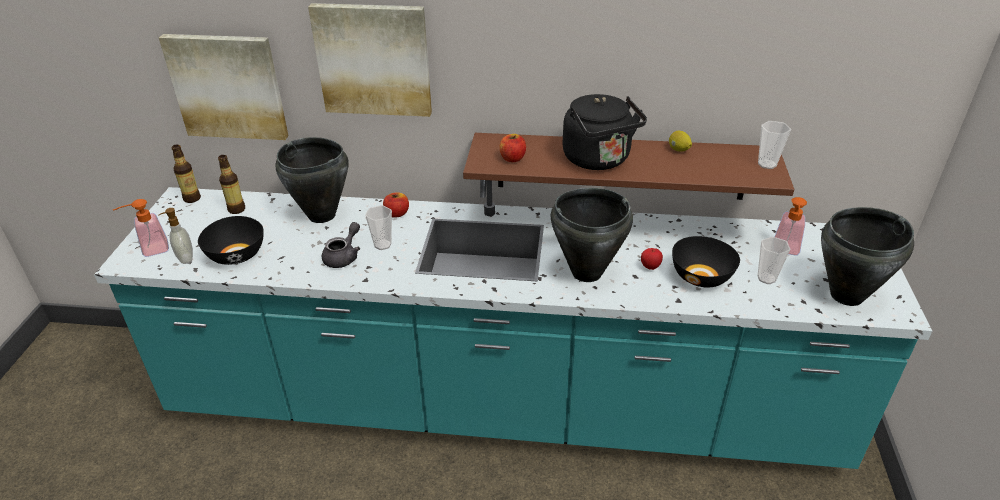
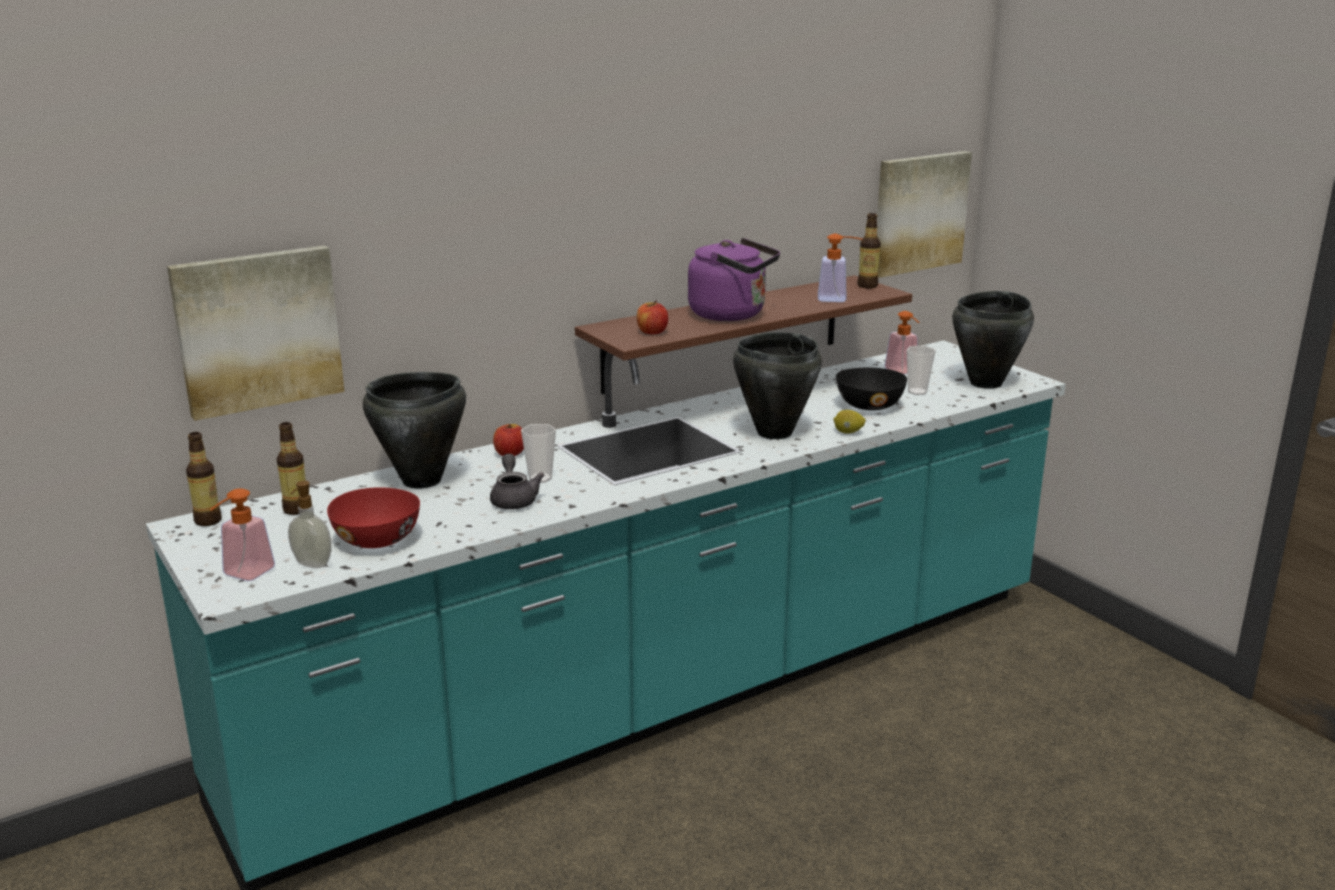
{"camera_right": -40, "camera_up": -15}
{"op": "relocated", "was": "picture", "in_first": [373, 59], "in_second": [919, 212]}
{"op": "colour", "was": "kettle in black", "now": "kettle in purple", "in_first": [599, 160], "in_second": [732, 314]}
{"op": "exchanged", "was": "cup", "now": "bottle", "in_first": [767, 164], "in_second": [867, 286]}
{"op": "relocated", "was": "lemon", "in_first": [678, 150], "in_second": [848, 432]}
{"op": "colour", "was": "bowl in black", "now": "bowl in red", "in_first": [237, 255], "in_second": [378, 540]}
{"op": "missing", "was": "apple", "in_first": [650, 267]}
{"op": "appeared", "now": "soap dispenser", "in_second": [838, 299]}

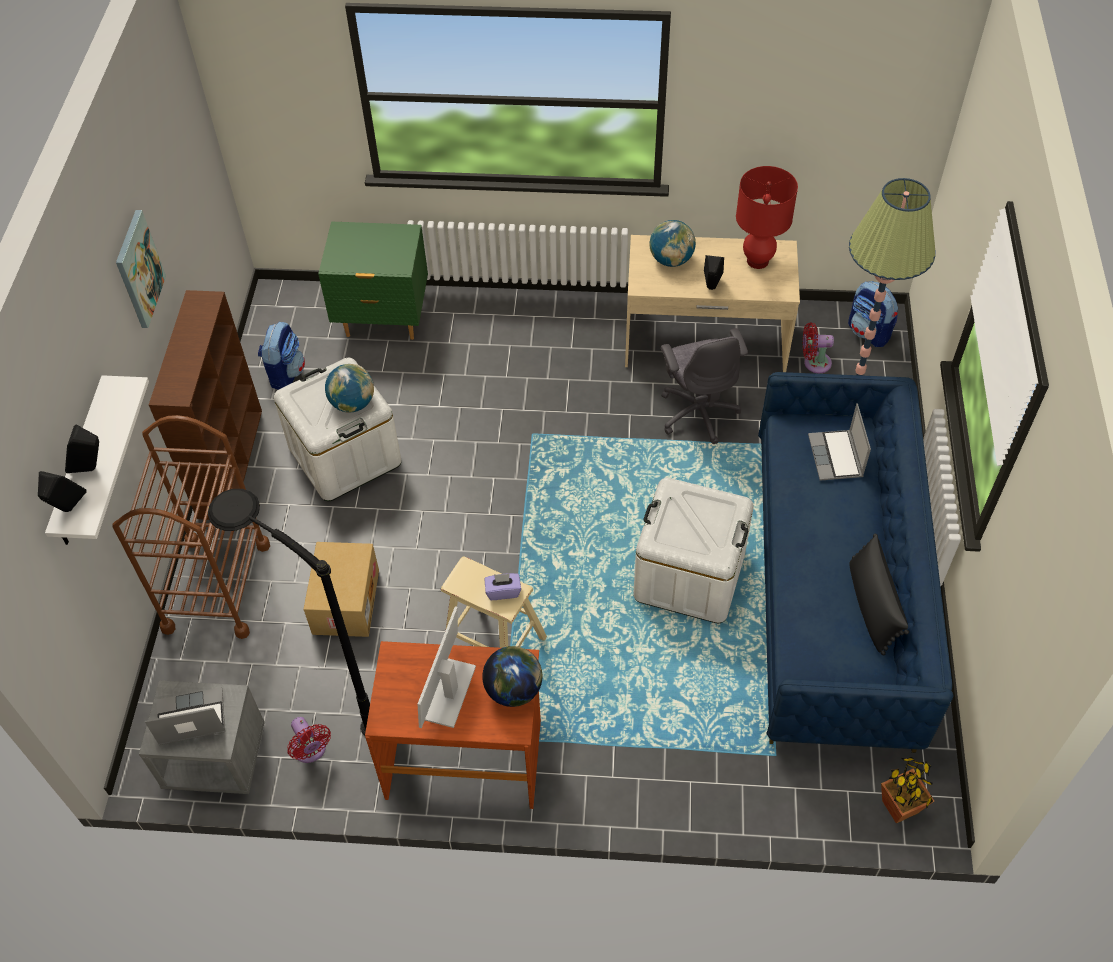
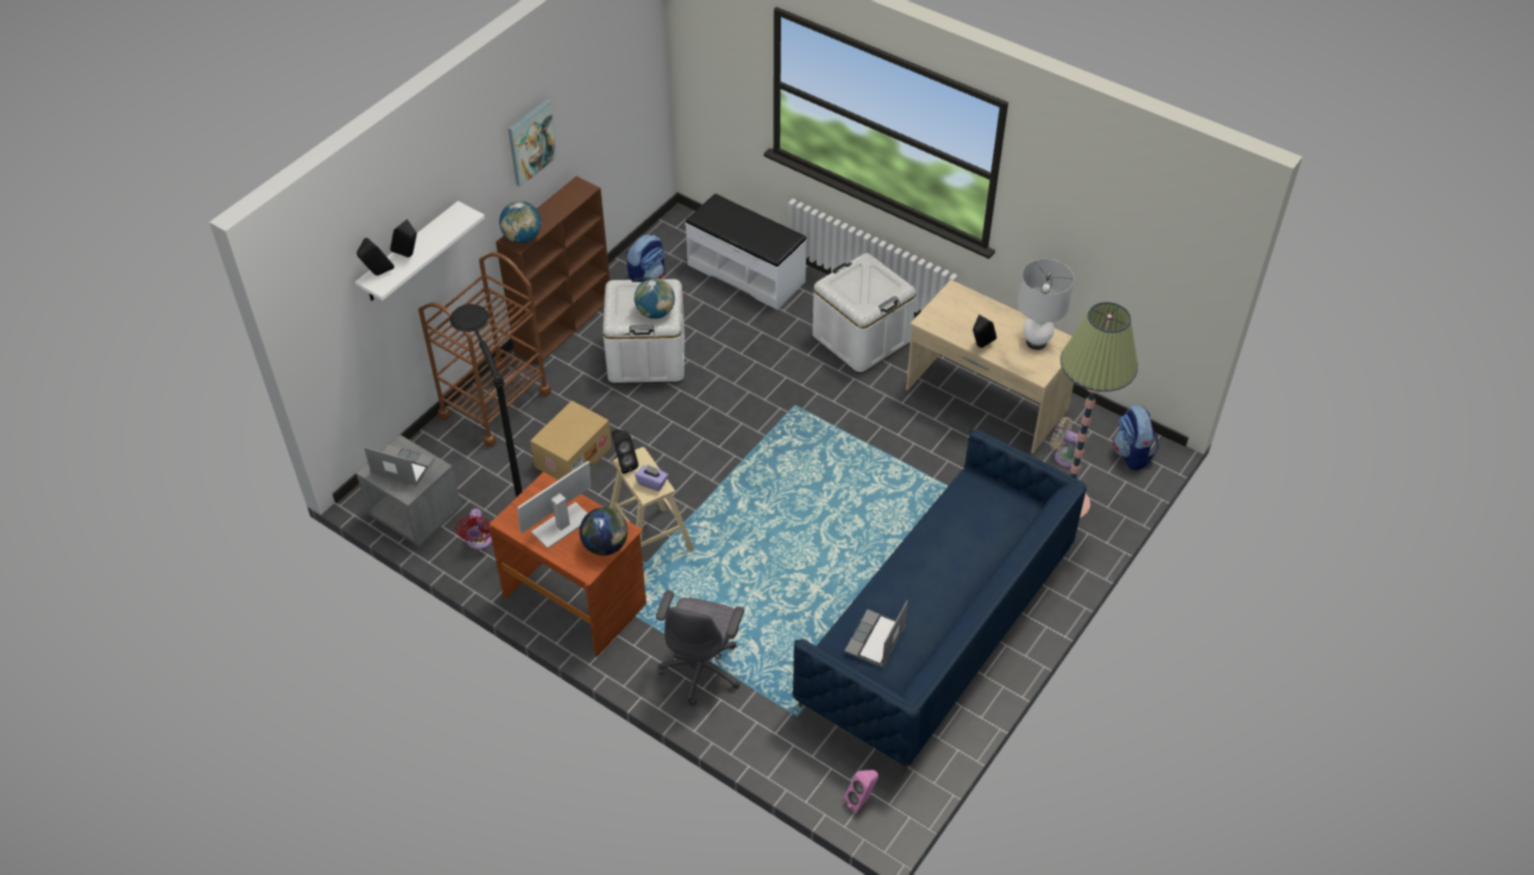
{"camera_right": 30, "camera_up": -5}
{"op": "colour", "was": "table lamp in red", "now": "table lamp in white", "in_first": [757, 261], "in_second": [1036, 342]}
{"op": "relocated", "was": "globe", "in_first": [671, 260], "in_second": [522, 237]}
{"op": "exchanged", "was": "nightstand in green", "now": "bench in white", "in_first": [383, 320], "in_second": [746, 273]}
{"op": "colour", "was": "fan in red", "now": "fan in beige", "in_first": [814, 362], "in_second": [1064, 456]}
{"op": "relocated", "was": "office chair in grey", "in_first": [698, 412], "in_second": [702, 668]}
{"op": "relocated", "was": "laptop", "in_first": [836, 457], "in_second": [875, 640]}
{"op": "relocated", "was": "storage box in white", "in_first": [689, 575], "in_second": [861, 338]}
{"op": "missing", "was": "pillow in black", "in_first": [872, 605]}
{"op": "exchanged", "was": "potted plant", "now": "speaker in pink", "in_first": [900, 807], "in_second": [861, 800]}
{"op": "appeared", "now": "speaker in black", "in_second": [624, 464]}

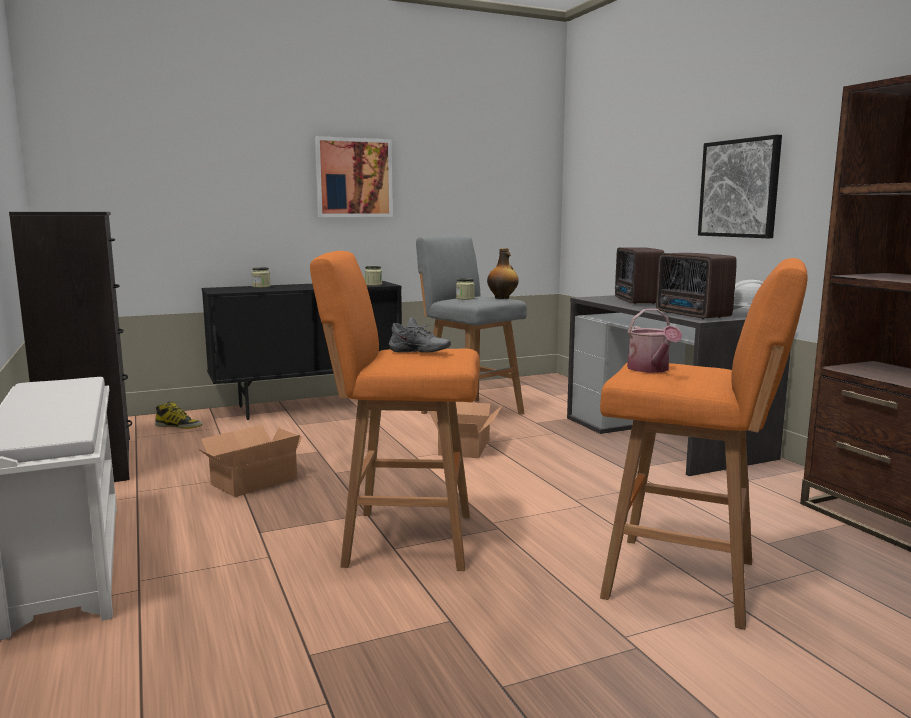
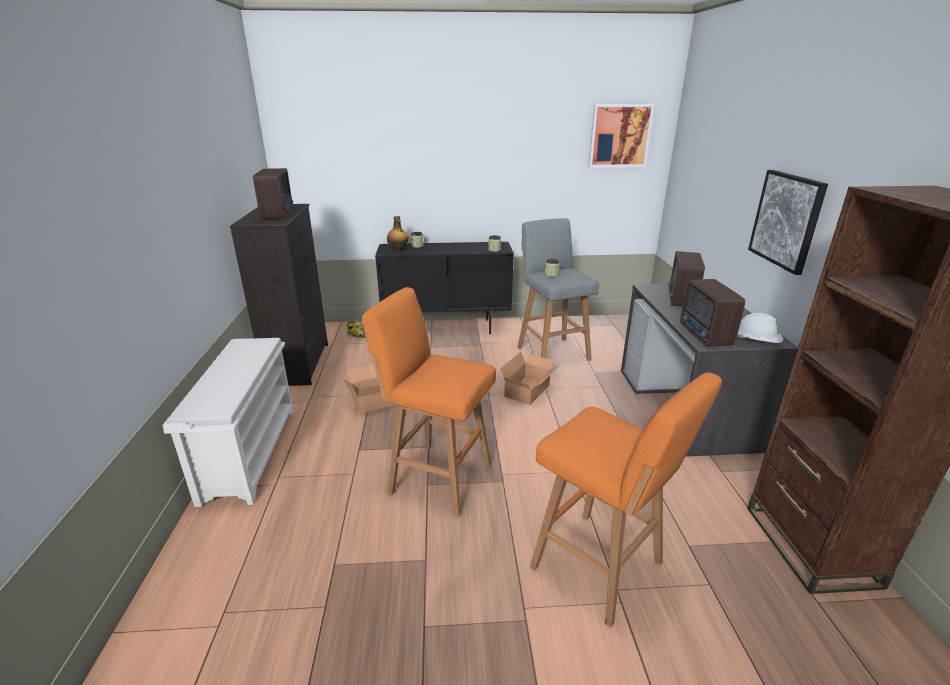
{"camera_right": 20, "camera_up": 15}
{"op": "relocated", "was": "picture", "in_first": [354, 178], "in_second": [619, 136]}
{"op": "relocated", "was": "bottle", "in_first": [502, 298], "in_second": [398, 250]}
{"op": "missing", "was": "watering can", "in_first": [650, 369]}
{"op": "missing", "was": "shoe in grey", "in_first": [418, 353]}
{"op": "appeared", "now": "radio", "in_second": [278, 214]}

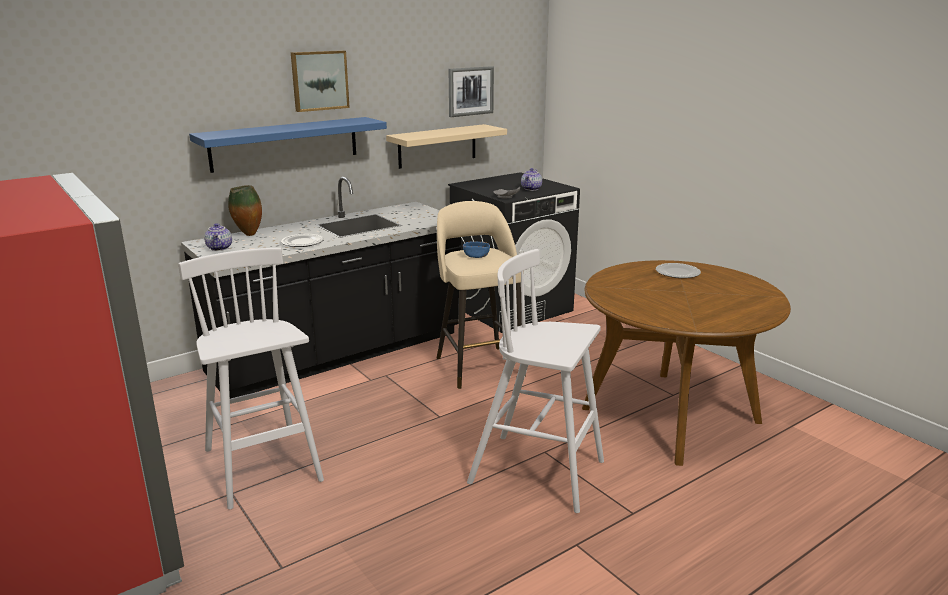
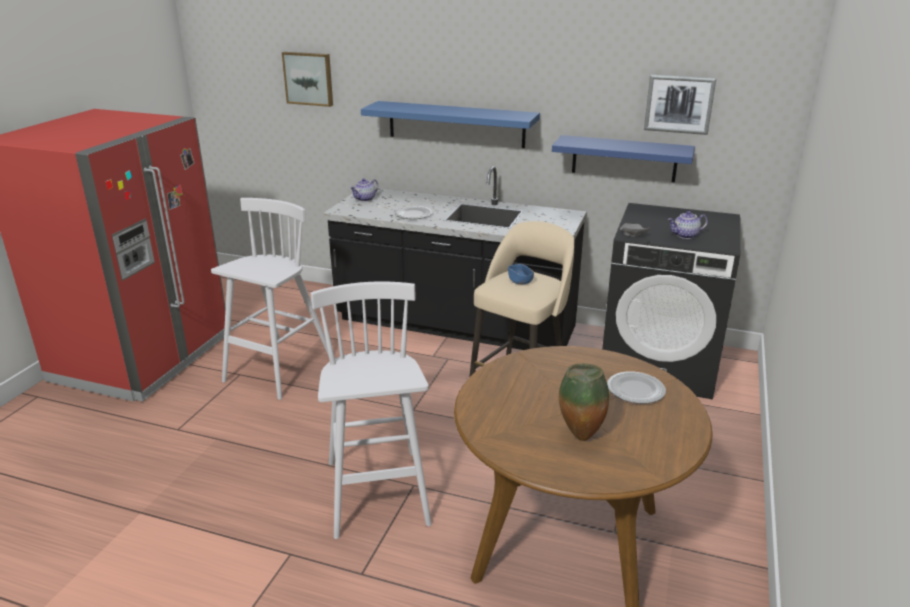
{"camera_right": 55, "camera_up": 5}
{"op": "relocated", "was": "picture", "in_first": [319, 80], "in_second": [309, 78]}
{"op": "colour", "was": "shelf in beige", "now": "shelf in blue", "in_first": [437, 146], "in_second": [624, 158]}
{"op": "relocated", "was": "vase", "in_first": [248, 235], "in_second": [579, 436]}

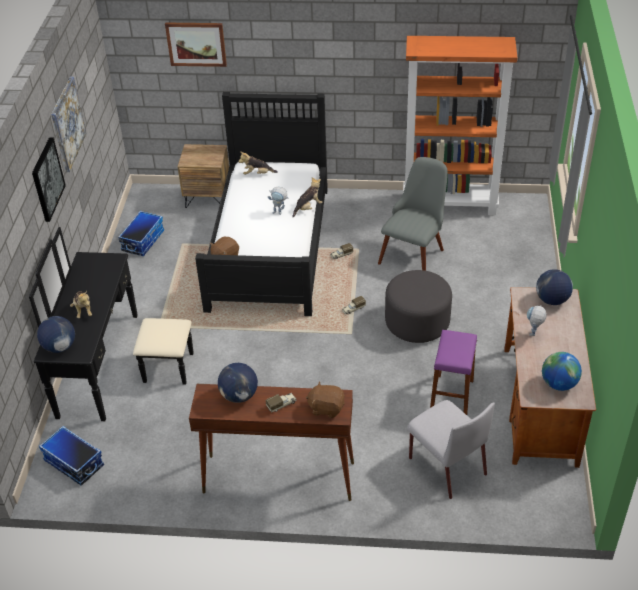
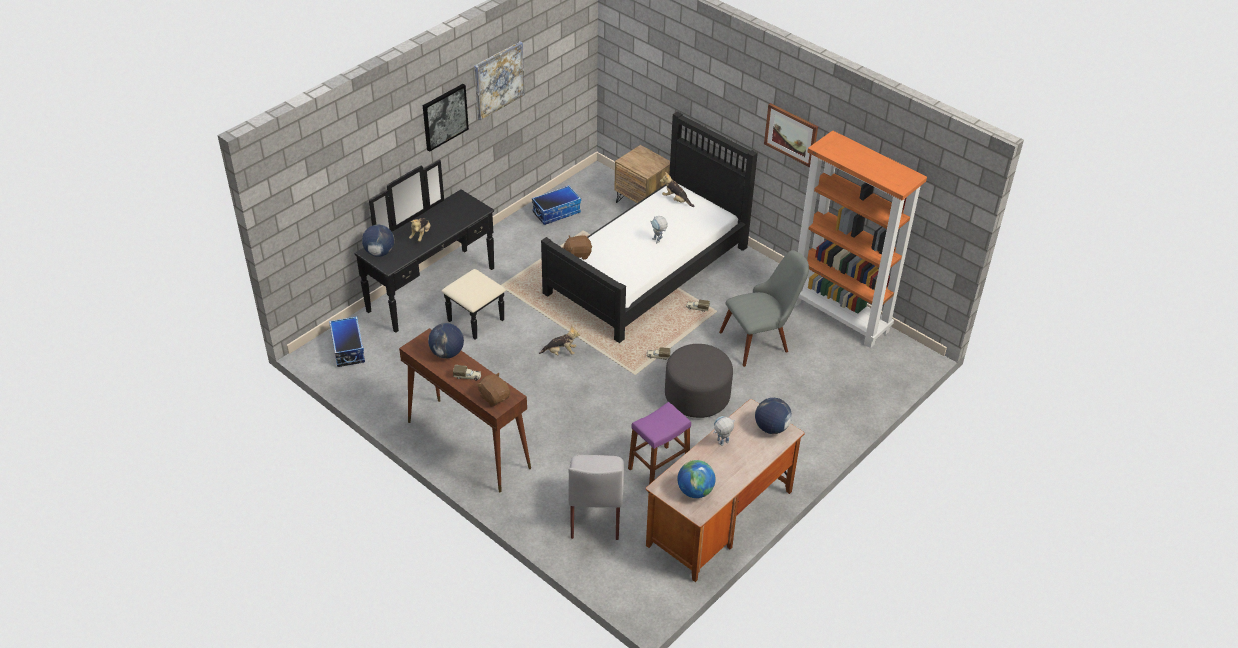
{"camera_right": 35, "camera_up": 0}
{"op": "relocated", "was": "picture", "in_first": [196, 44], "in_second": [791, 134]}
{"op": "relocated", "was": "plush toy", "in_first": [308, 208], "in_second": [560, 352]}

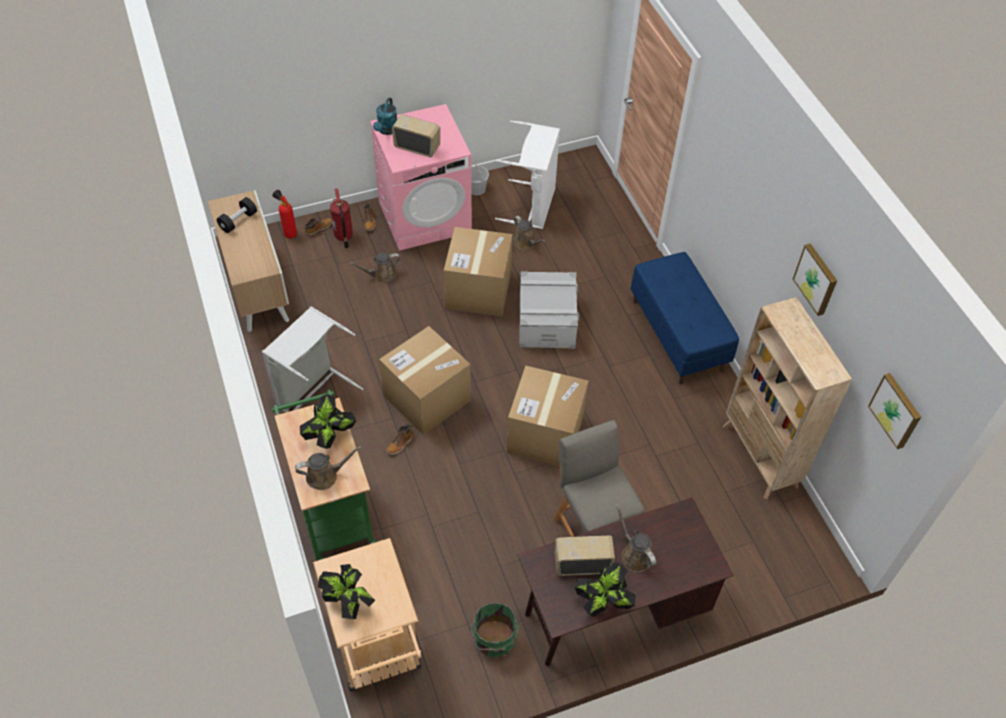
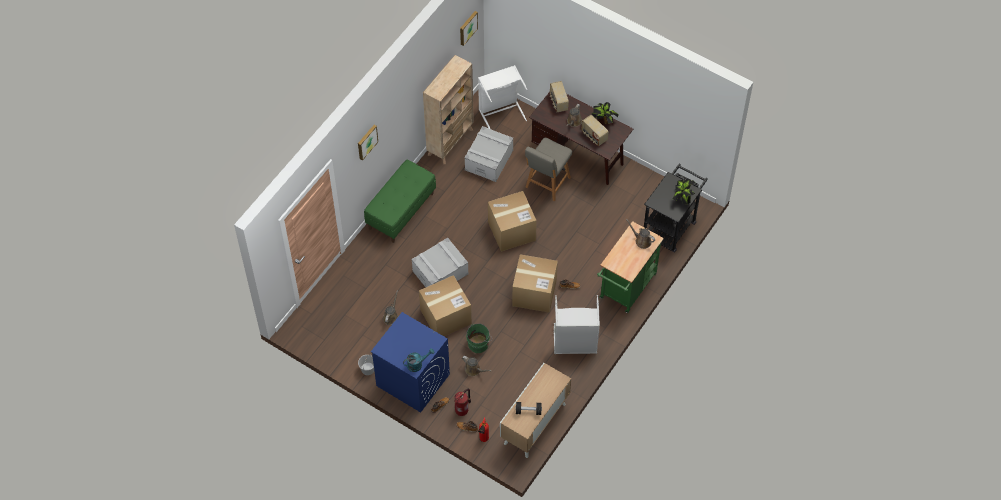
{"camera_right": -125, "camera_up": 5}
{"op": "colour", "was": "washing machine in pink", "now": "washing machine in blue", "in_first": [425, 217], "in_second": [412, 380]}
{"op": "relocated", "was": "radio", "in_first": [417, 147], "in_second": [558, 102]}
{"op": "relocated", "was": "laundry basket in white", "in_first": [533, 206], "in_second": [500, 111]}
{"op": "relocated", "was": "picture", "in_first": [817, 279], "in_second": [366, 141]}
{"op": "colour", "was": "bench in blue", "now": "bench in green", "in_first": [678, 335], "in_second": [401, 210]}
{"op": "missing", "was": "potted plant", "in_first": [330, 437]}
{"op": "colour", "was": "cart in beige", "now": "cart in black", "in_first": [377, 650], "in_second": [671, 225]}
{"op": "relocated", "was": "bucket in green", "in_first": [494, 640], "in_second": [479, 343]}
{"op": "appeared", "now": "storage box in grey", "in_second": [489, 160]}

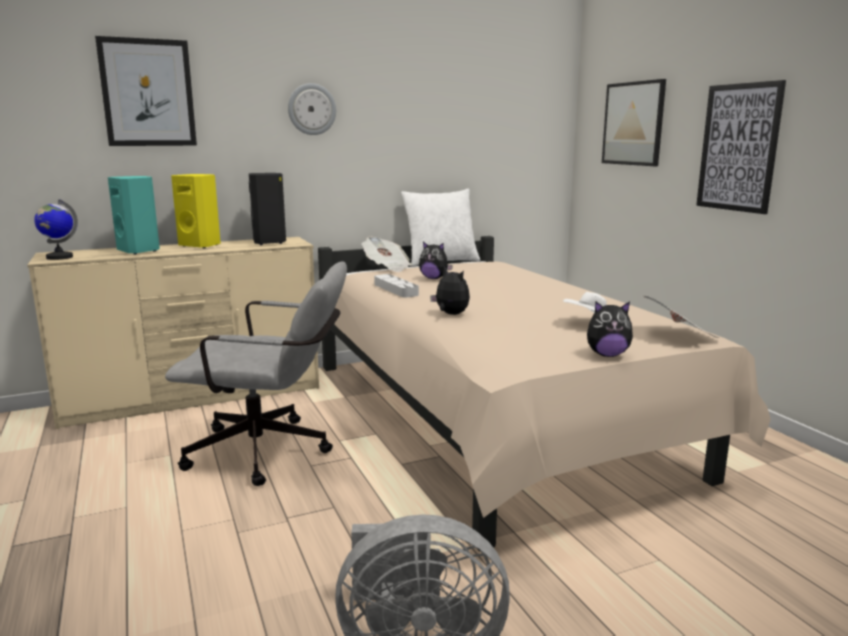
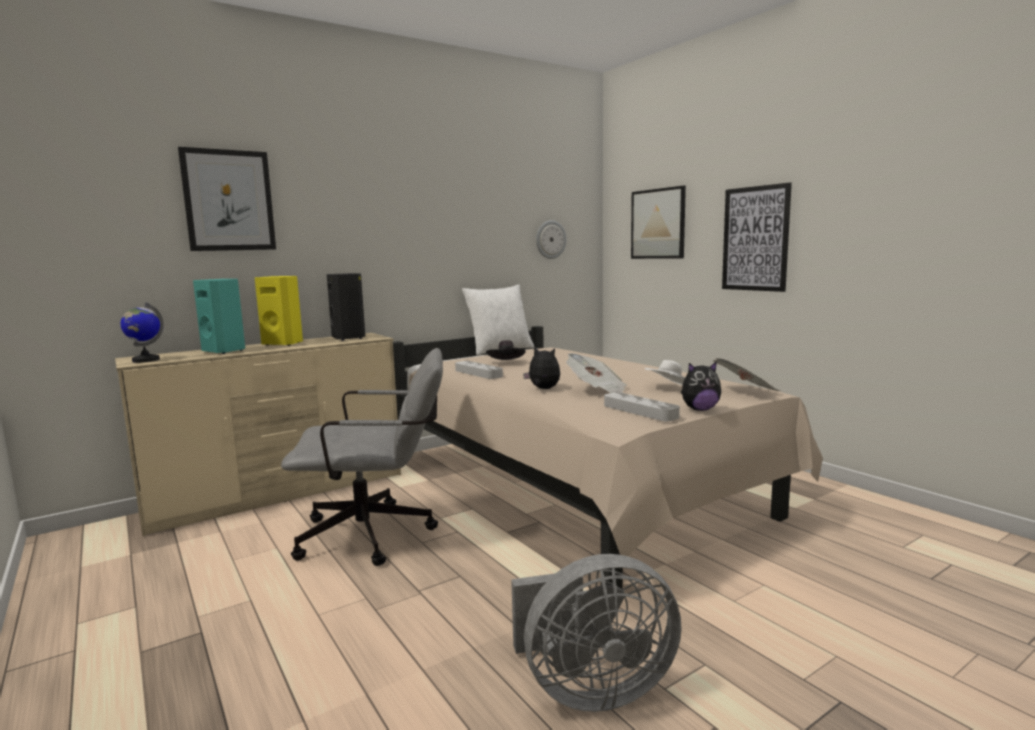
{"camera_right": -10, "camera_up": -5}
{"op": "relocated", "was": "wall clock", "in_first": [312, 109], "in_second": [550, 239]}
{"op": "relocated", "was": "newspaper", "in_first": [387, 267], "in_second": [597, 391]}
{"op": "exchanged", "was": "plush toy", "now": "hat in black", "in_first": [434, 278], "in_second": [506, 363]}
{"op": "appeared", "now": "tray in grey", "in_second": [640, 411]}

